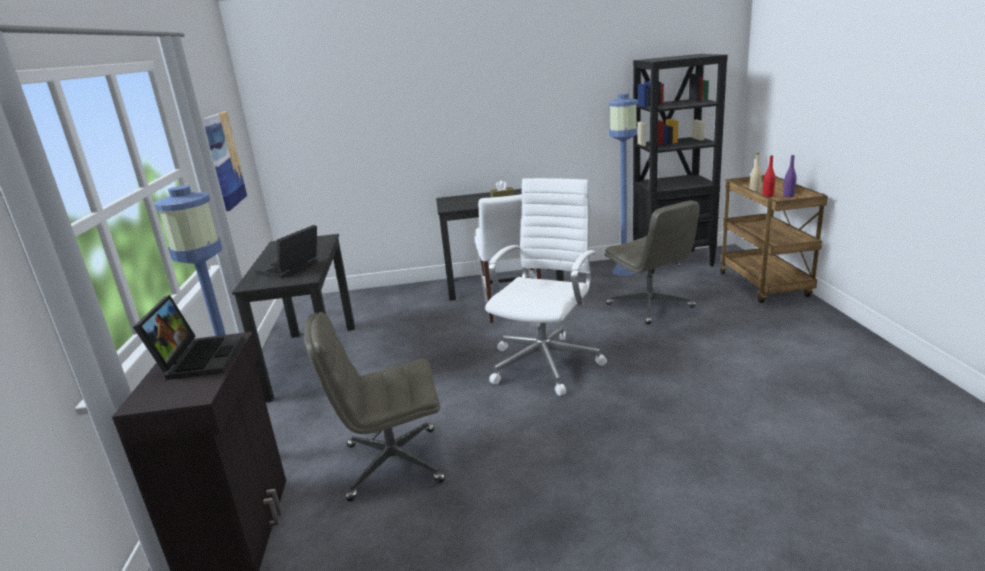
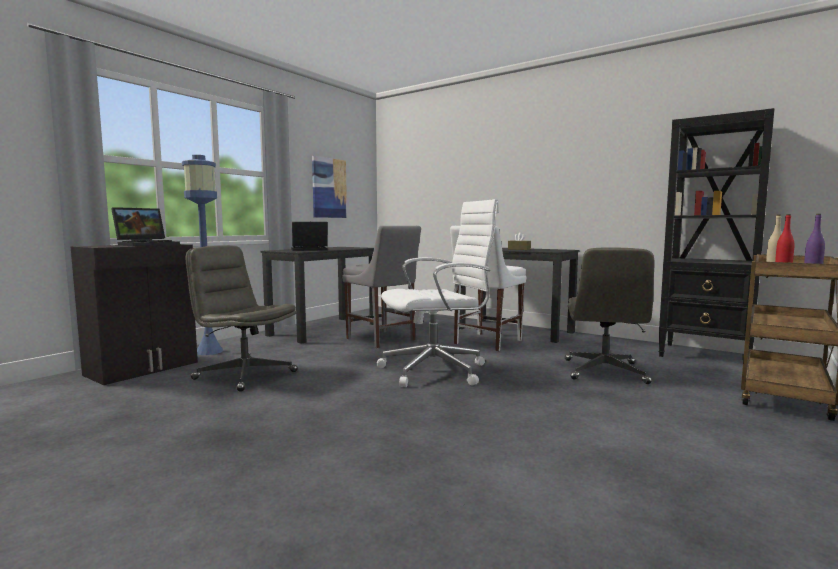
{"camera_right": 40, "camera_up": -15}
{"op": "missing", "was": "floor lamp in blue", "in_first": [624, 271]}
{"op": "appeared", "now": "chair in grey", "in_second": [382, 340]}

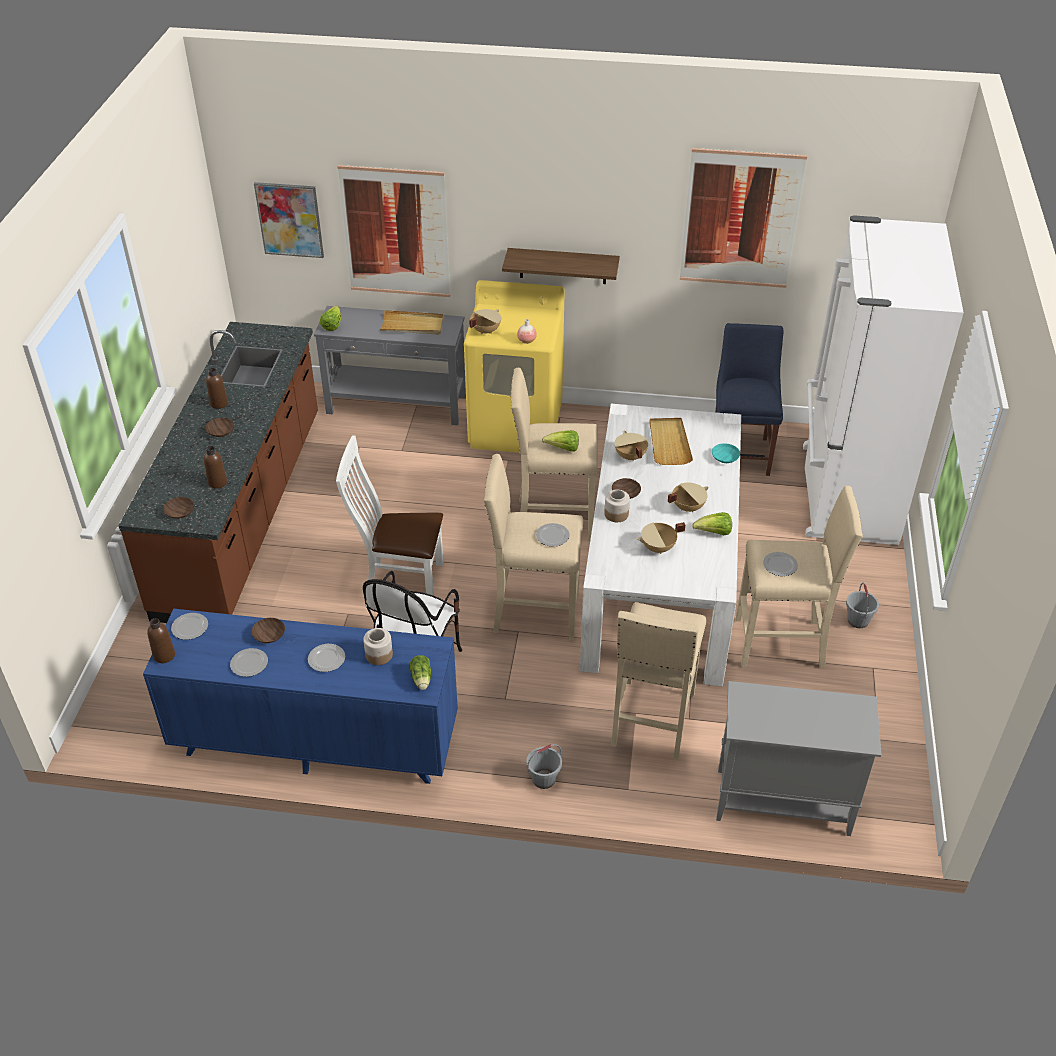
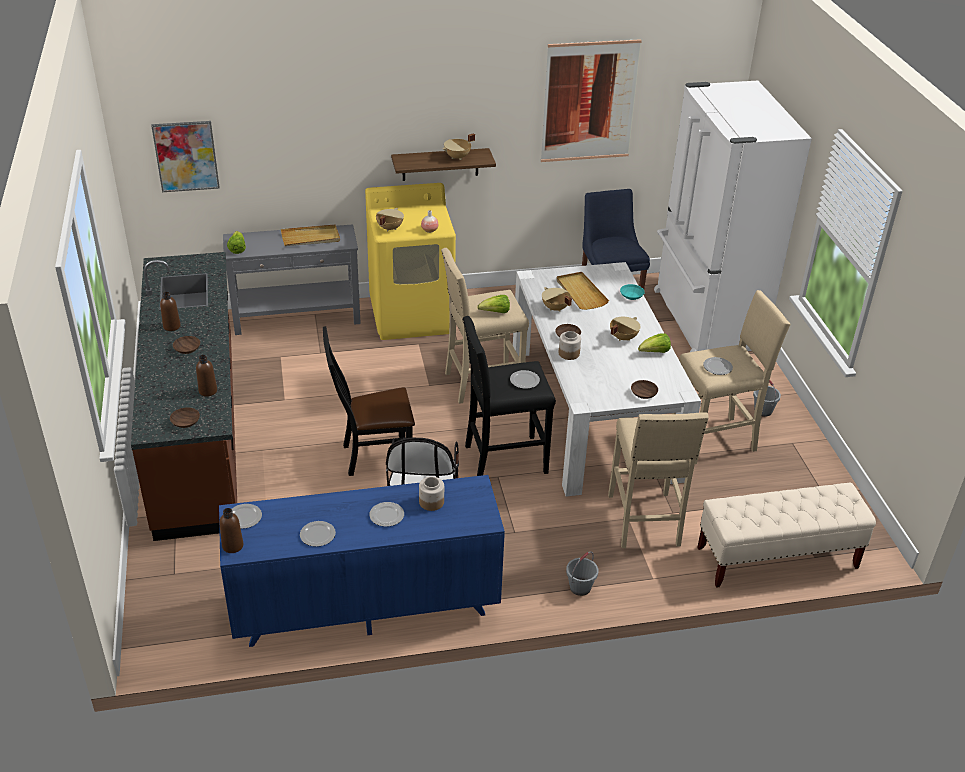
{"camera_right": -20, "camera_up": -5}
{"op": "missing", "was": "picture", "in_first": [396, 232]}
{"op": "colour", "was": "chair in white", "now": "chair in black", "in_first": [399, 579], "in_second": [372, 456]}
{"op": "colour", "was": "stool in beige", "now": "stool in black", "in_first": [534, 612], "in_second": [503, 459]}
{"op": "relocated", "was": "cooking pot in beige", "in_first": [658, 548], "in_second": [457, 157]}
{"op": "relocated", "was": "bowl in brown", "in_first": [268, 635], "in_second": [643, 394]}
{"op": "missing", "was": "lettuce", "in_first": [421, 680]}
{"op": "exchanged", "was": "cabinet in grey", "now": "bench in beige", "in_first": [781, 802], "in_second": [776, 558]}

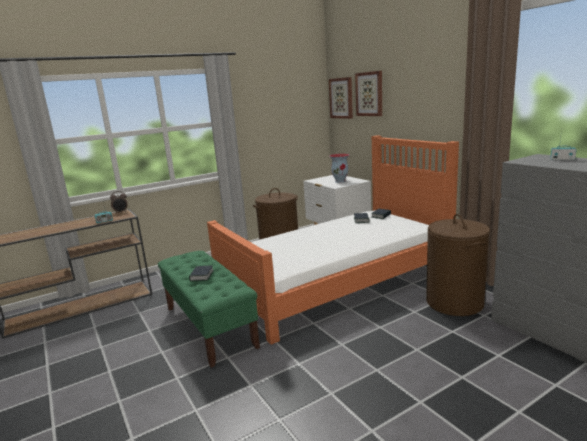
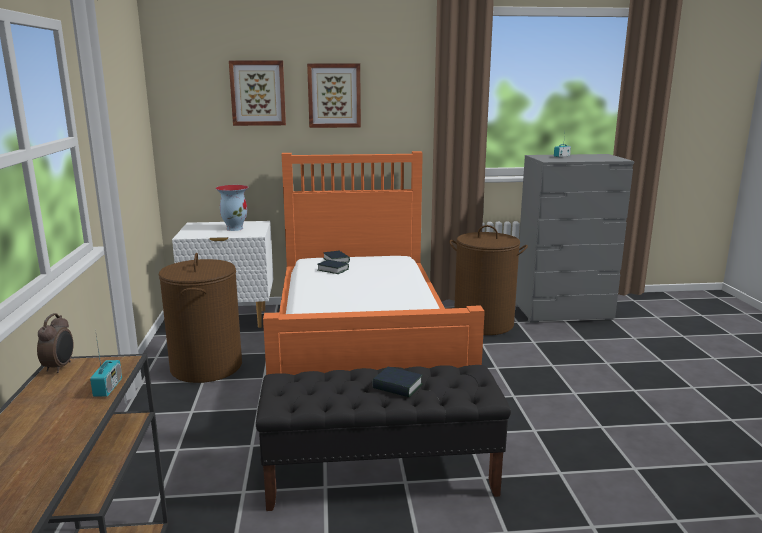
{"camera_right": -65, "camera_up": 0}
{"op": "relocated", "was": "picture", "in_first": [341, 98], "in_second": [334, 95]}
{"op": "colour", "was": "bench in green", "now": "bench in black", "in_first": [210, 327], "in_second": [381, 476]}

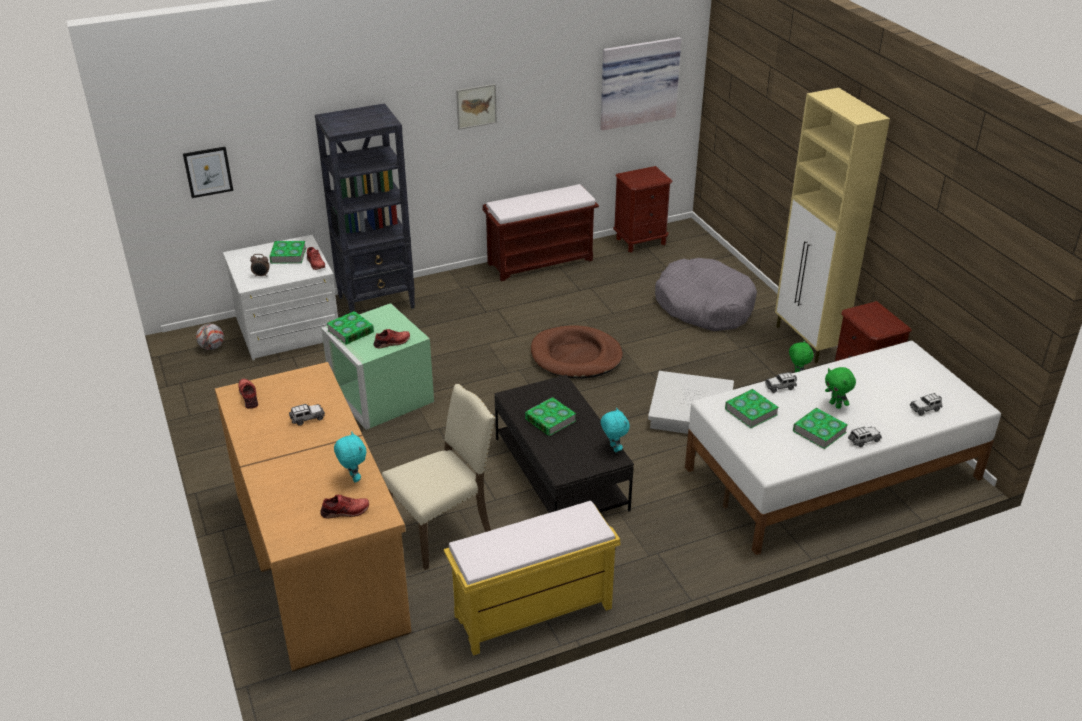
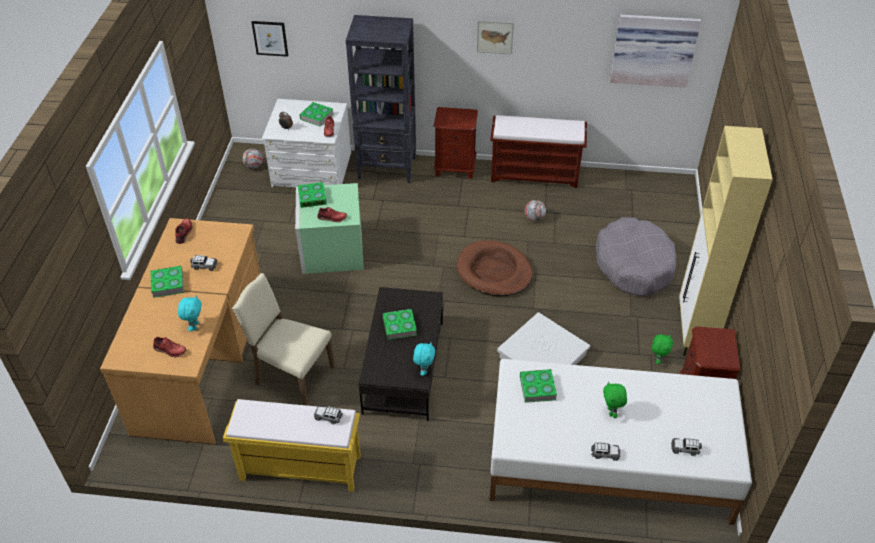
{"camera_right": 30, "camera_up": 10}
{"op": "relocated", "was": "nightstand in brown", "in_first": [641, 241], "in_second": [455, 168]}
{"op": "relocated", "was": "toy car", "in_first": [780, 387], "in_second": [328, 417]}
{"op": "spun", "was": "chair in beige", "in_first": [443, 530], "in_second": [292, 376], "clockwise": -150}
{"op": "relocated", "was": "book", "in_first": [819, 431], "in_second": [168, 284]}
{"op": "appeared", "now": "football", "in_second": [534, 218]}

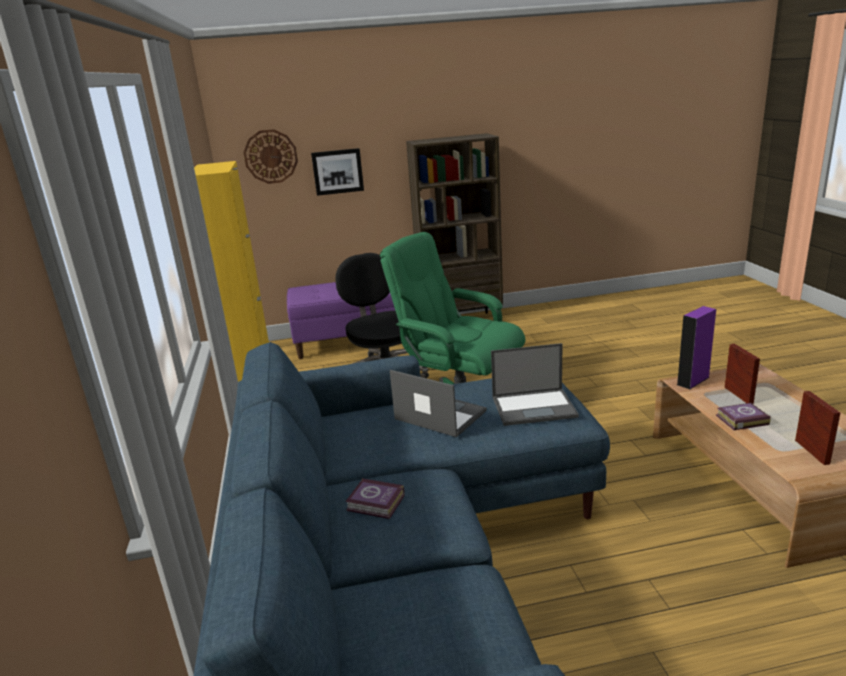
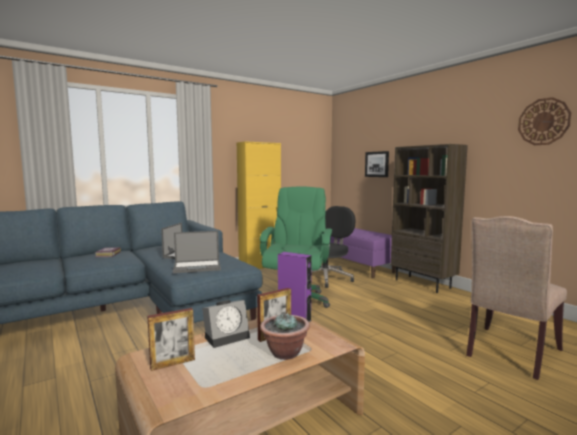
{"camera_right": 65, "camera_up": -15}
{"op": "relocated", "was": "wall clock", "in_first": [271, 156], "in_second": [543, 121]}
{"op": "spun", "was": "laptop", "in_first": [535, 407], "in_second": [198, 266], "clockwise": -75}
{"op": "exchanged", "was": "book", "now": "alarm clock", "in_first": [740, 419], "in_second": [227, 336]}
{"op": "appeared", "now": "chair in beige", "in_second": [510, 353]}
{"op": "appeared", "now": "potted plant", "in_second": [284, 353]}

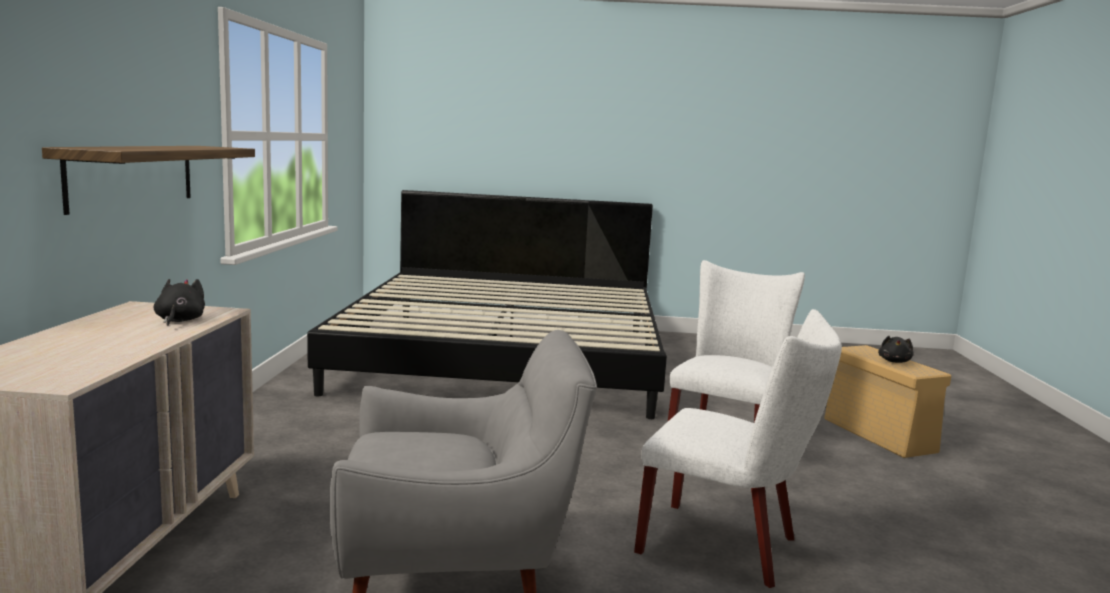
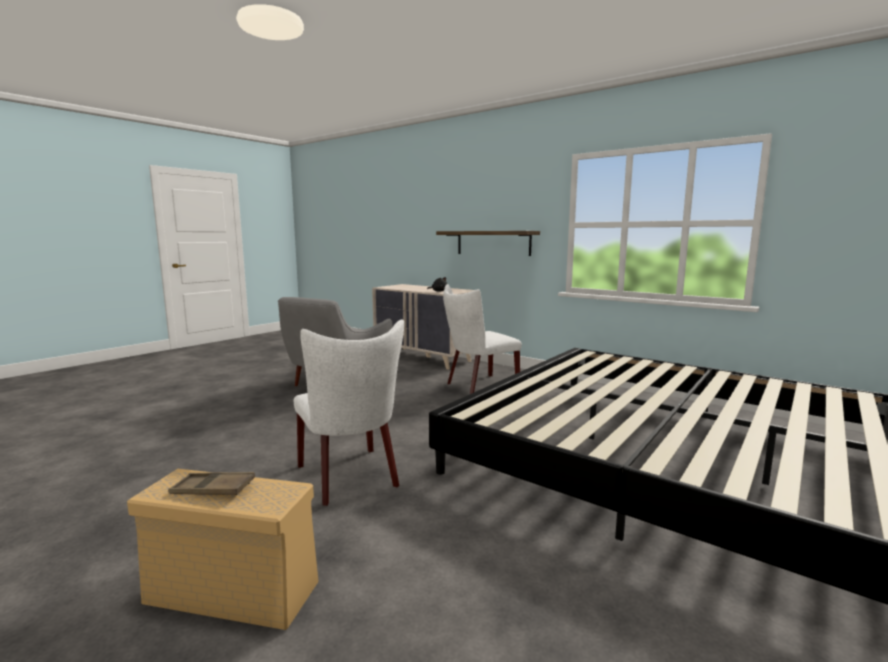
{"camera_right": 125, "camera_up": 0}
{"op": "relocated", "was": "chair in white", "in_first": [728, 546], "in_second": [478, 386]}
{"op": "exchanged", "was": "plush toy in black", "now": "tray in brown", "in_first": [894, 361], "in_second": [213, 489]}

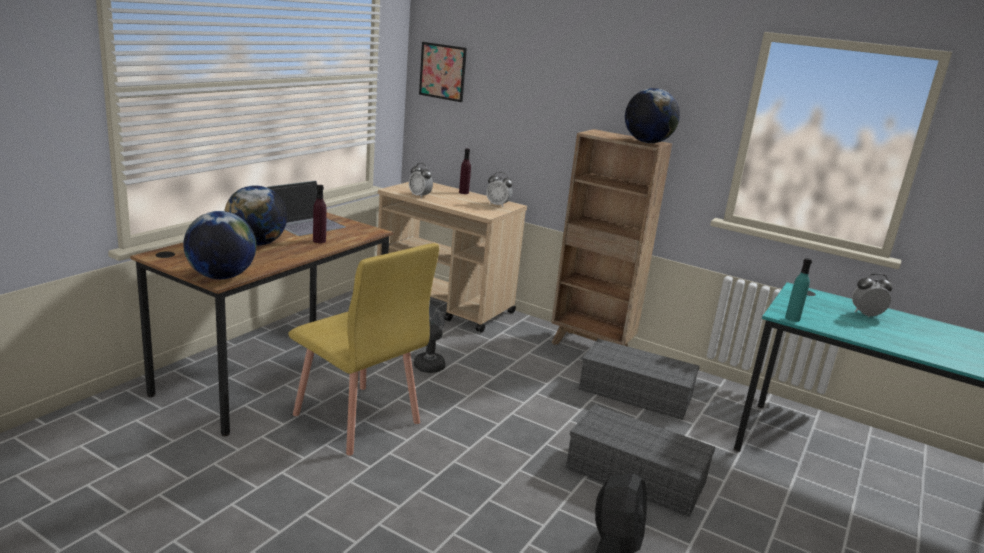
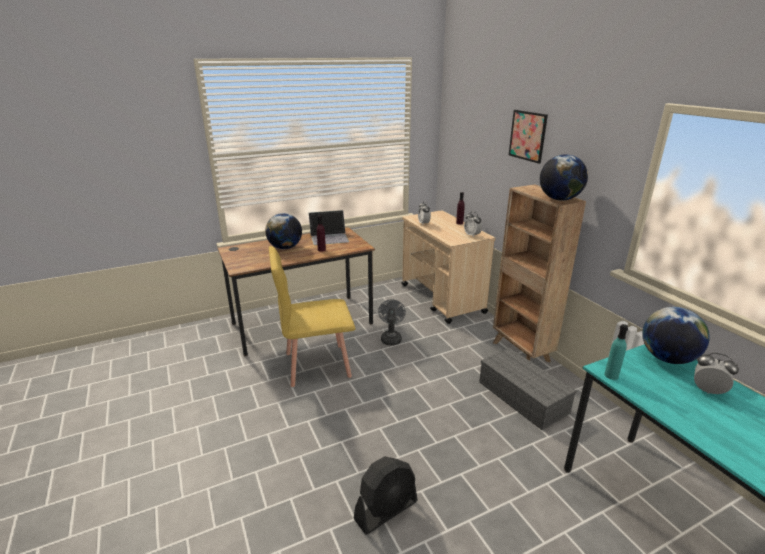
{"camera_right": 35, "camera_up": 5}
{"op": "relocated", "was": "picture", "in_first": [443, 71], "in_second": [527, 136]}
{"op": "relocated", "was": "globe", "in_first": [221, 276], "in_second": [667, 358]}
{"op": "spun", "was": "chair in yellow", "in_first": [356, 419], "in_second": [316, 364], "clockwise": 90}
{"op": "missing", "was": "storage box in grey", "in_first": [638, 475]}

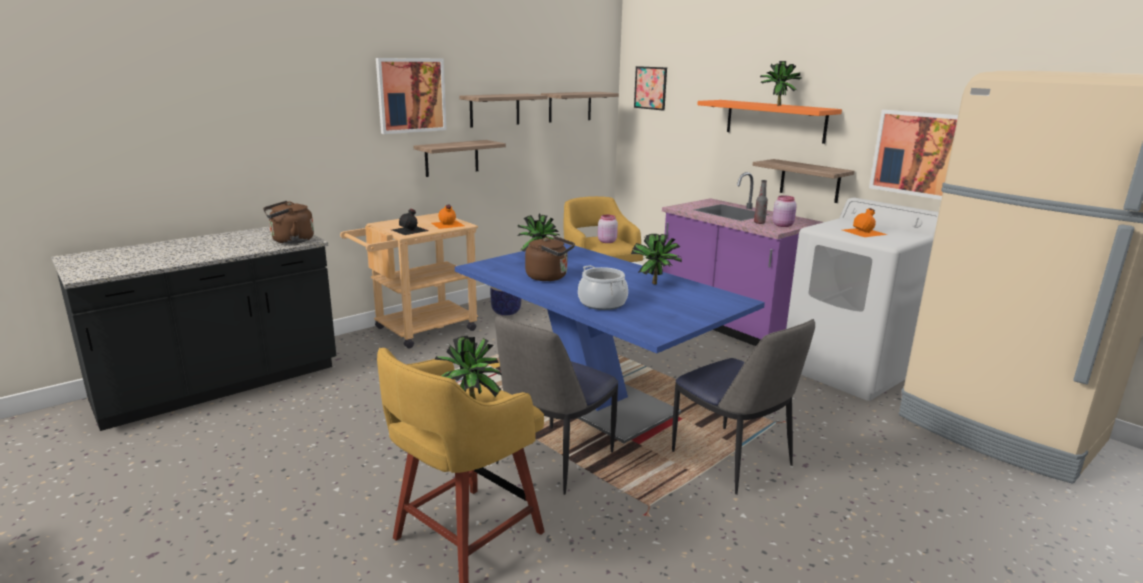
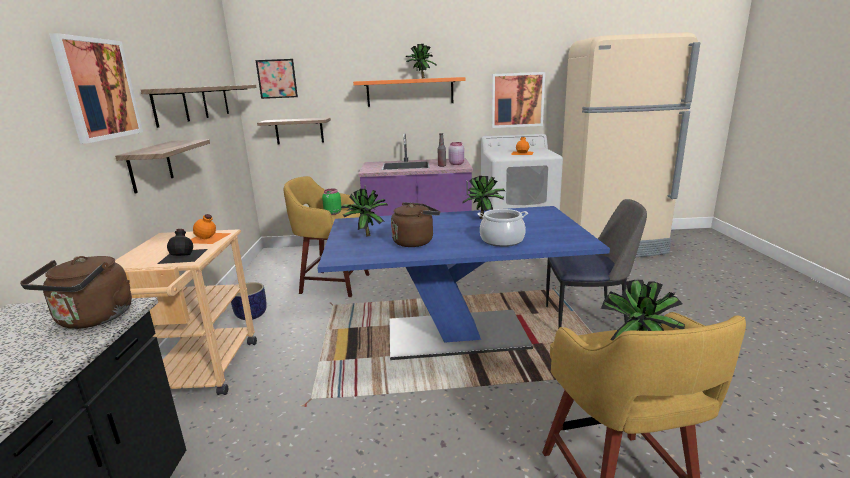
{"camera_right": -50, "camera_up": 0}
{"op": "relocated", "was": "shelf", "in_first": [810, 181], "in_second": [299, 131]}
{"op": "colour", "was": "jar in pink", "now": "jar in green", "in_first": [606, 241], "in_second": [332, 213]}
{"op": "missing", "was": "chair", "in_first": [553, 460]}

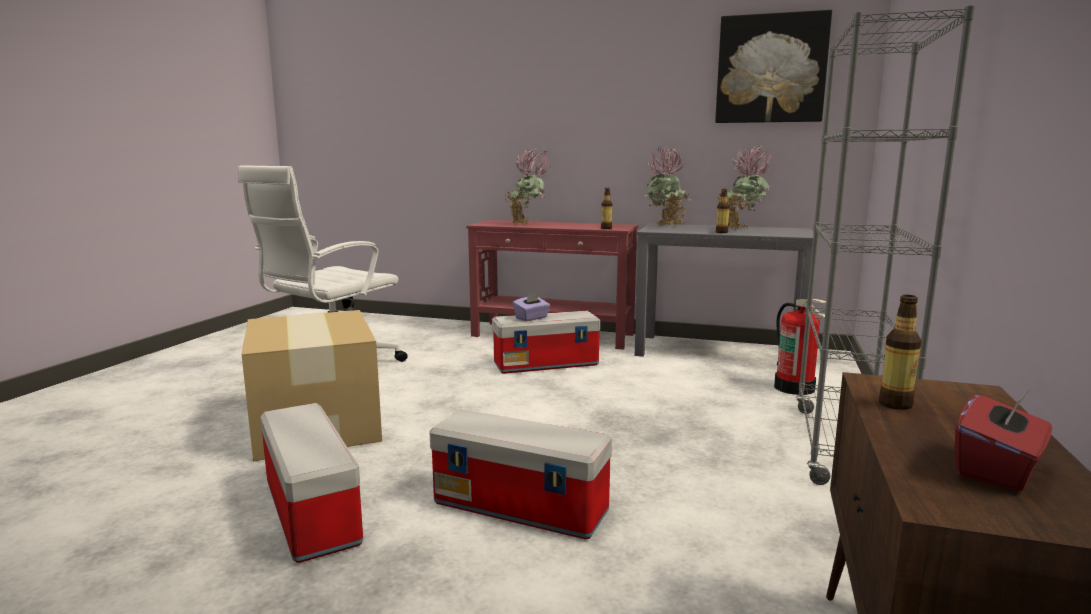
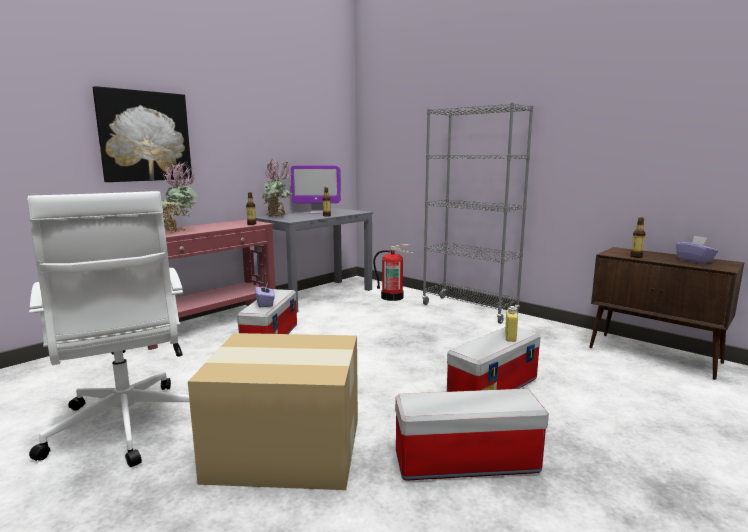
{"camera_right": -65, "camera_up": 0}
{"op": "relocated", "was": "picture", "in_first": [771, 69], "in_second": [144, 136]}
{"op": "exchanged", "was": "potted plant", "now": "monitor", "in_first": [741, 228], "in_second": [316, 212]}
{"op": "colour", "was": "tissue box in red", "now": "tissue box in purple", "in_first": [997, 470], "in_second": [694, 260]}
{"op": "appeared", "now": "bottle in yellow", "in_second": [510, 337]}

